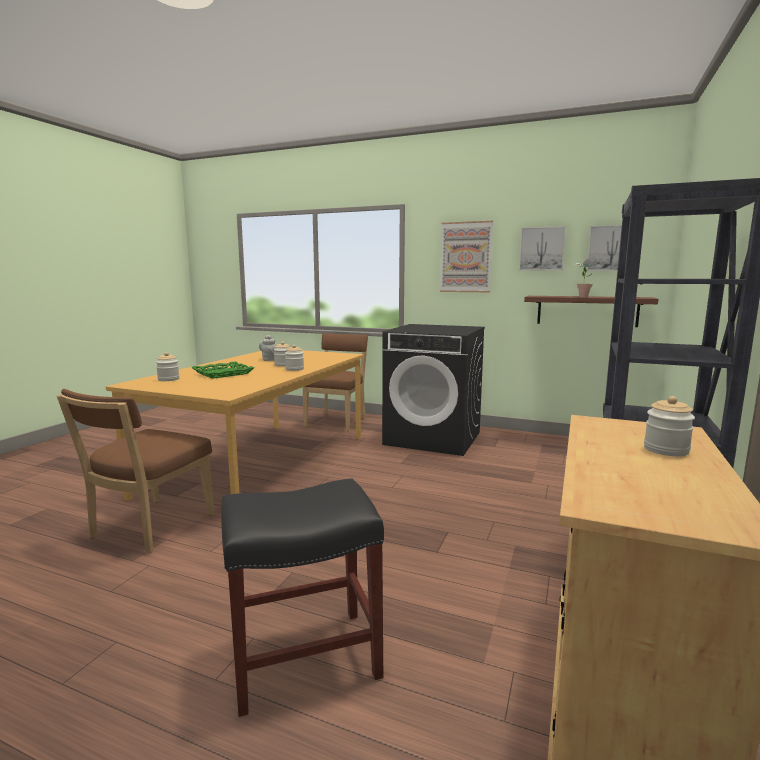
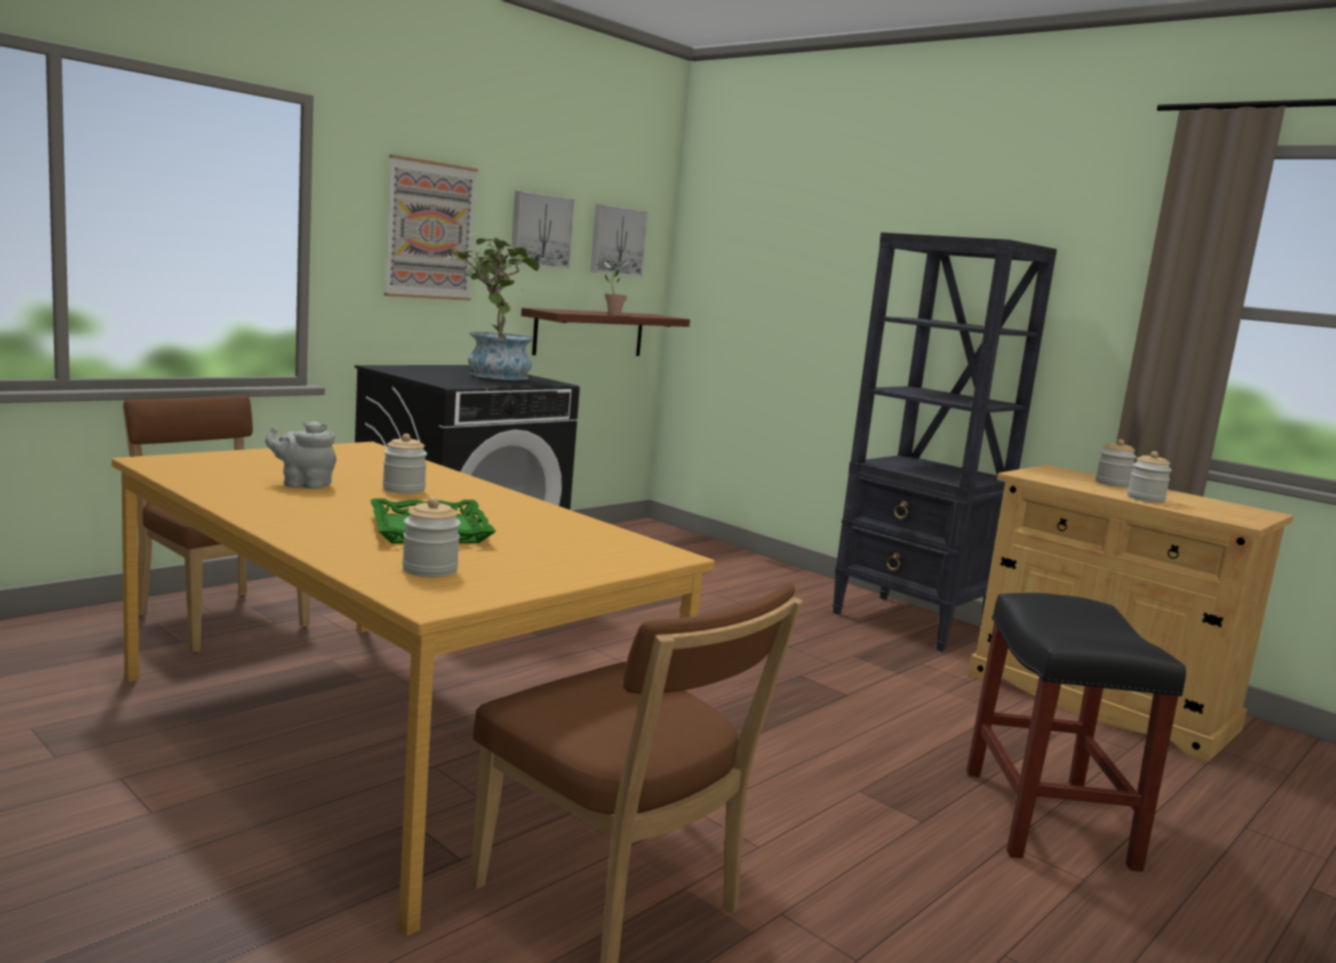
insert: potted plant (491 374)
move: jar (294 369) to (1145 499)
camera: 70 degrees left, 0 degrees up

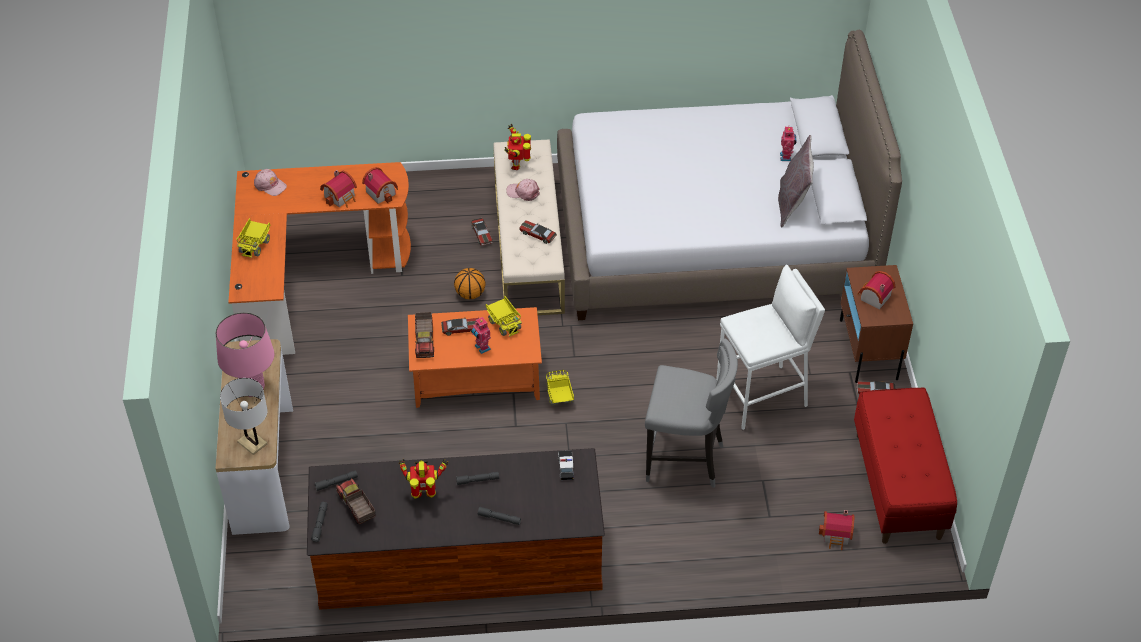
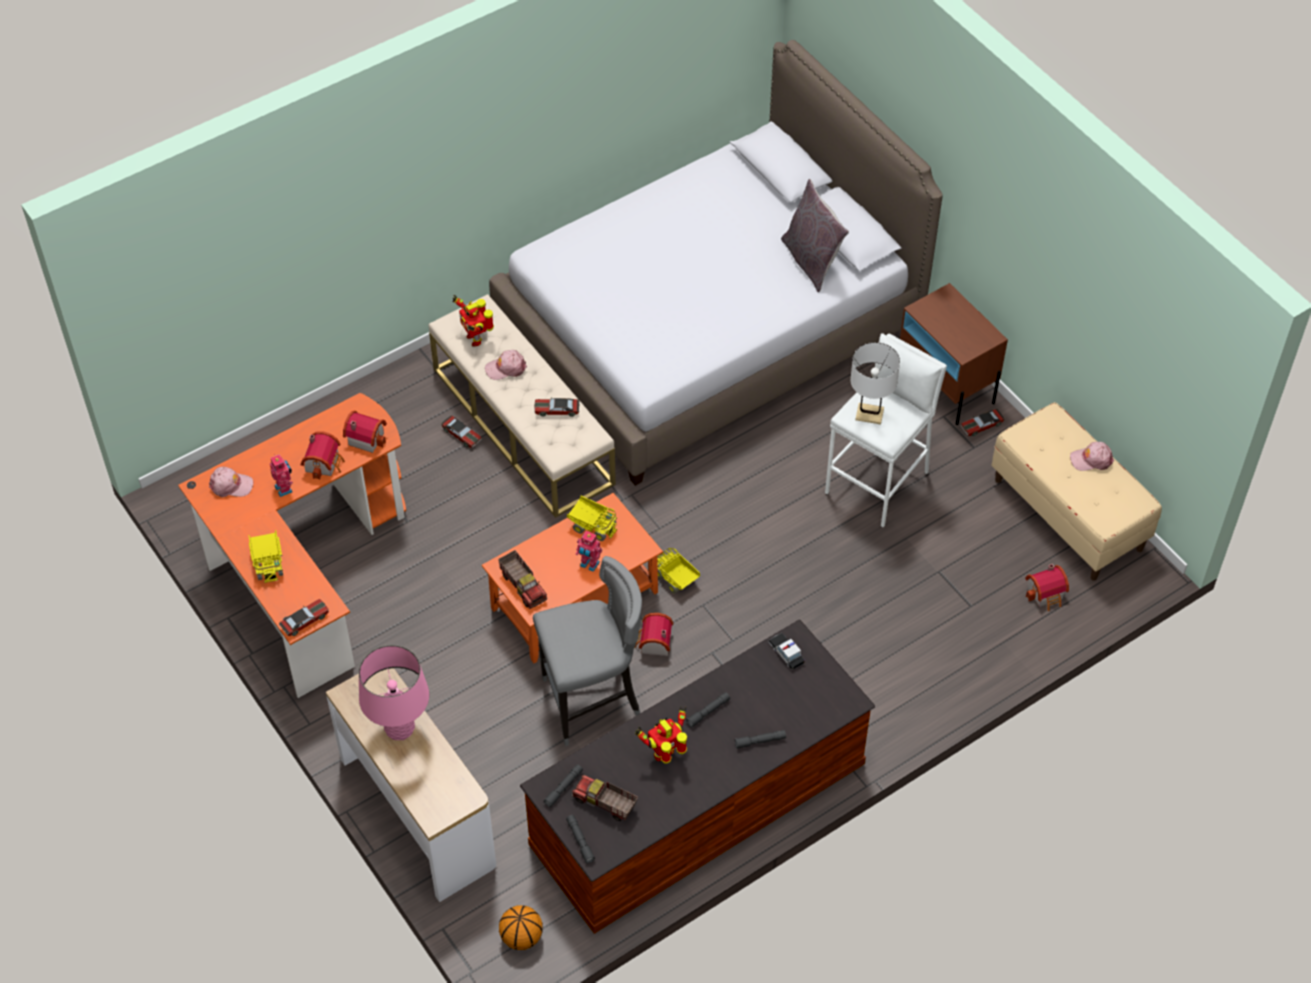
insert: pink peaked cap (1091 459)
move: white-coloured table lamp (252 443) to (869 414); miniature car (461 328) to (305 620); ball for basketball (470 294) to (522 937); greyish sitting stool (685 461) to (592 702); toy robot (786 157) to (285 488); model house (873 297) to (653 644)
recolor: reddish indoor bench (898 485) to beige indoor bench (1068 514)
camera: 30 degrees left, 5 degrees up

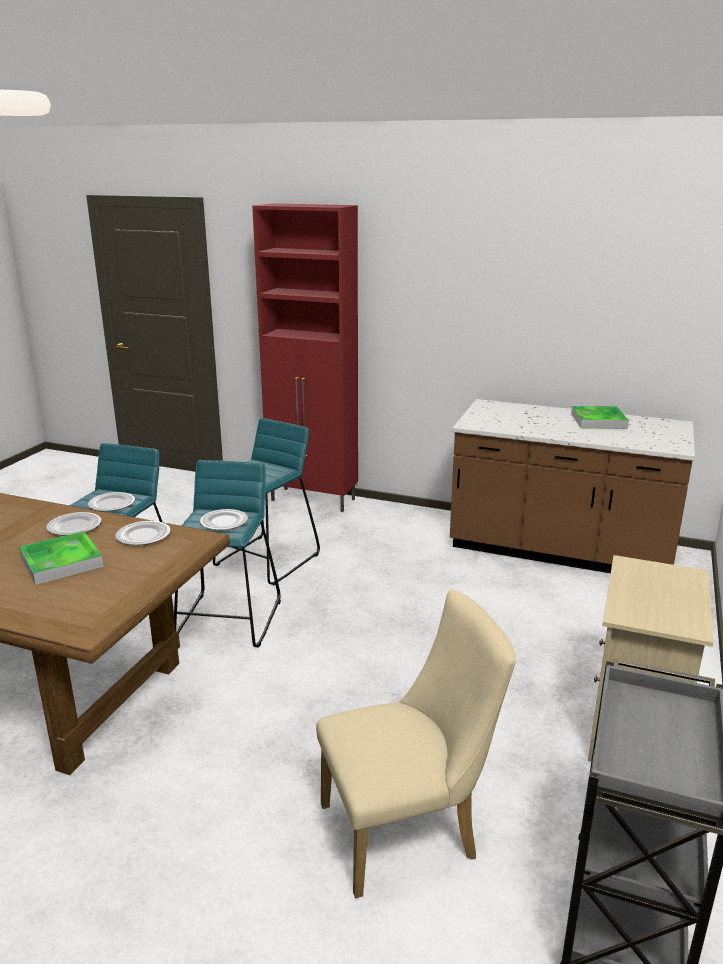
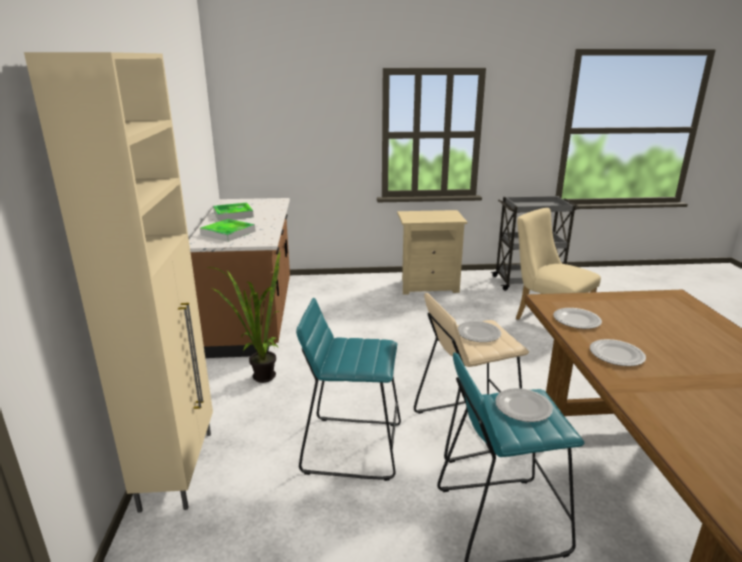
insert: potted plant (258 376)
move: tray (62 562) to (228 233)
recolor: blue-green sitting stool (229 620) to beige sitting stool (466 427); reddish cabinet (314 500) to beige cabinet (179 468)
camera: 115 degrees left, 0 degrees up

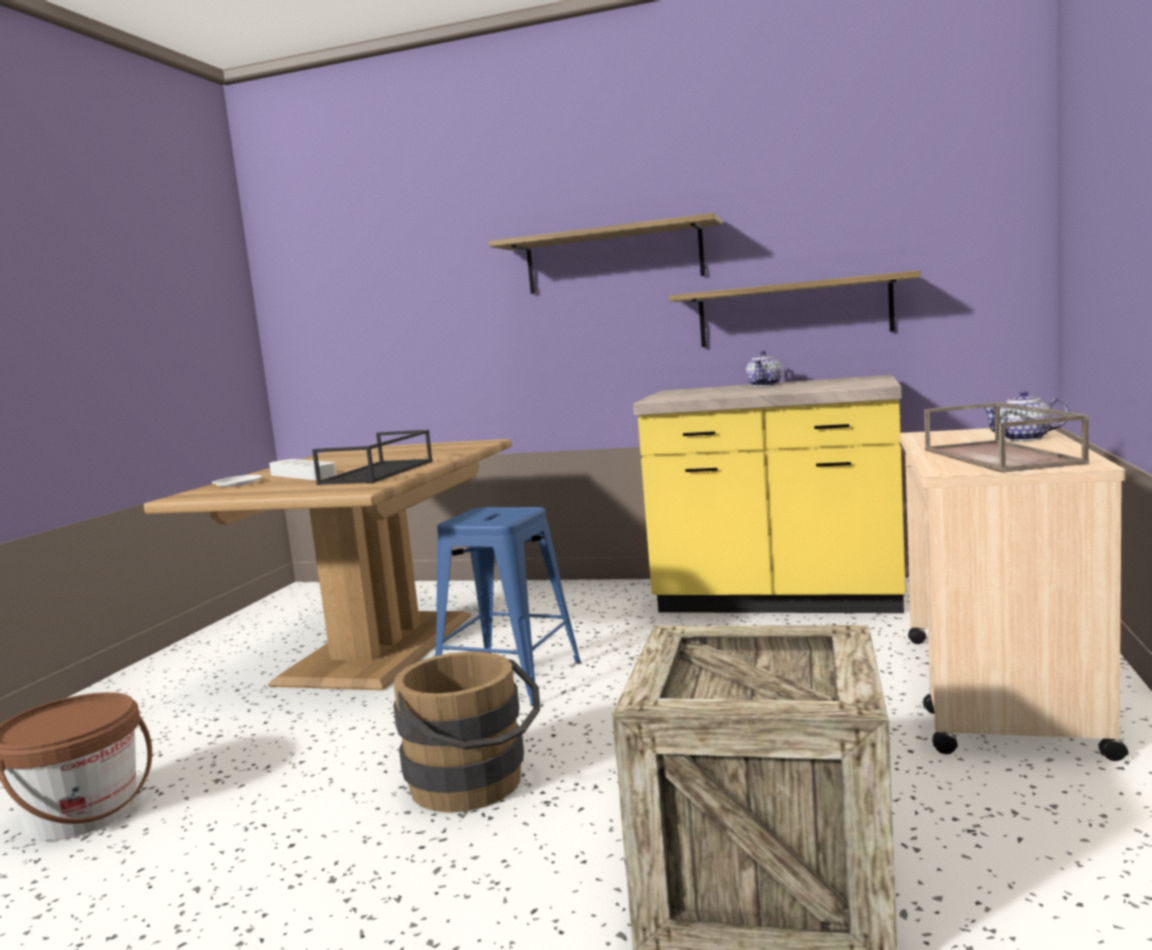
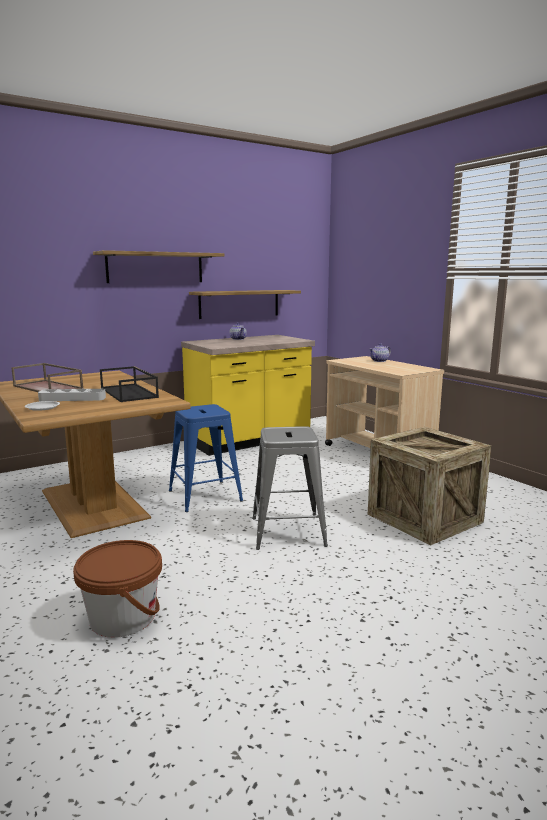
move: brown tray (1002 456) to (49 387)
replace: brown bucket (474 786) to greyish sitting stool (287 531)
camera: 50 degrees left, 5 degrees up

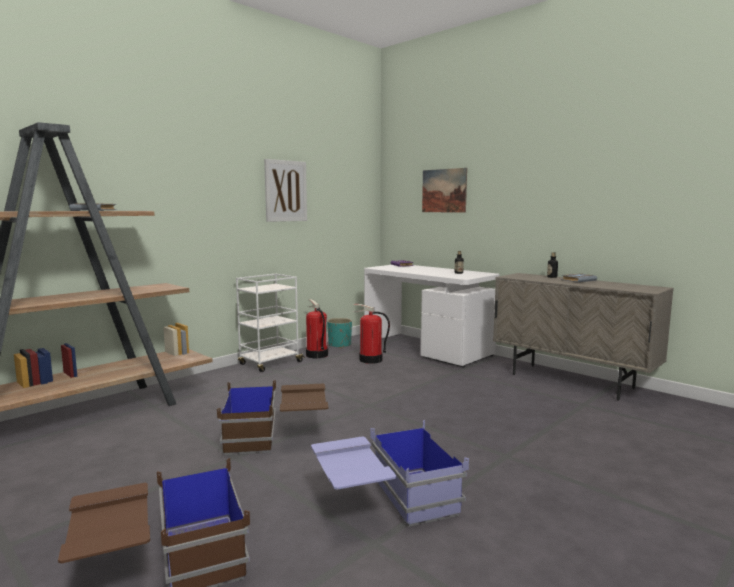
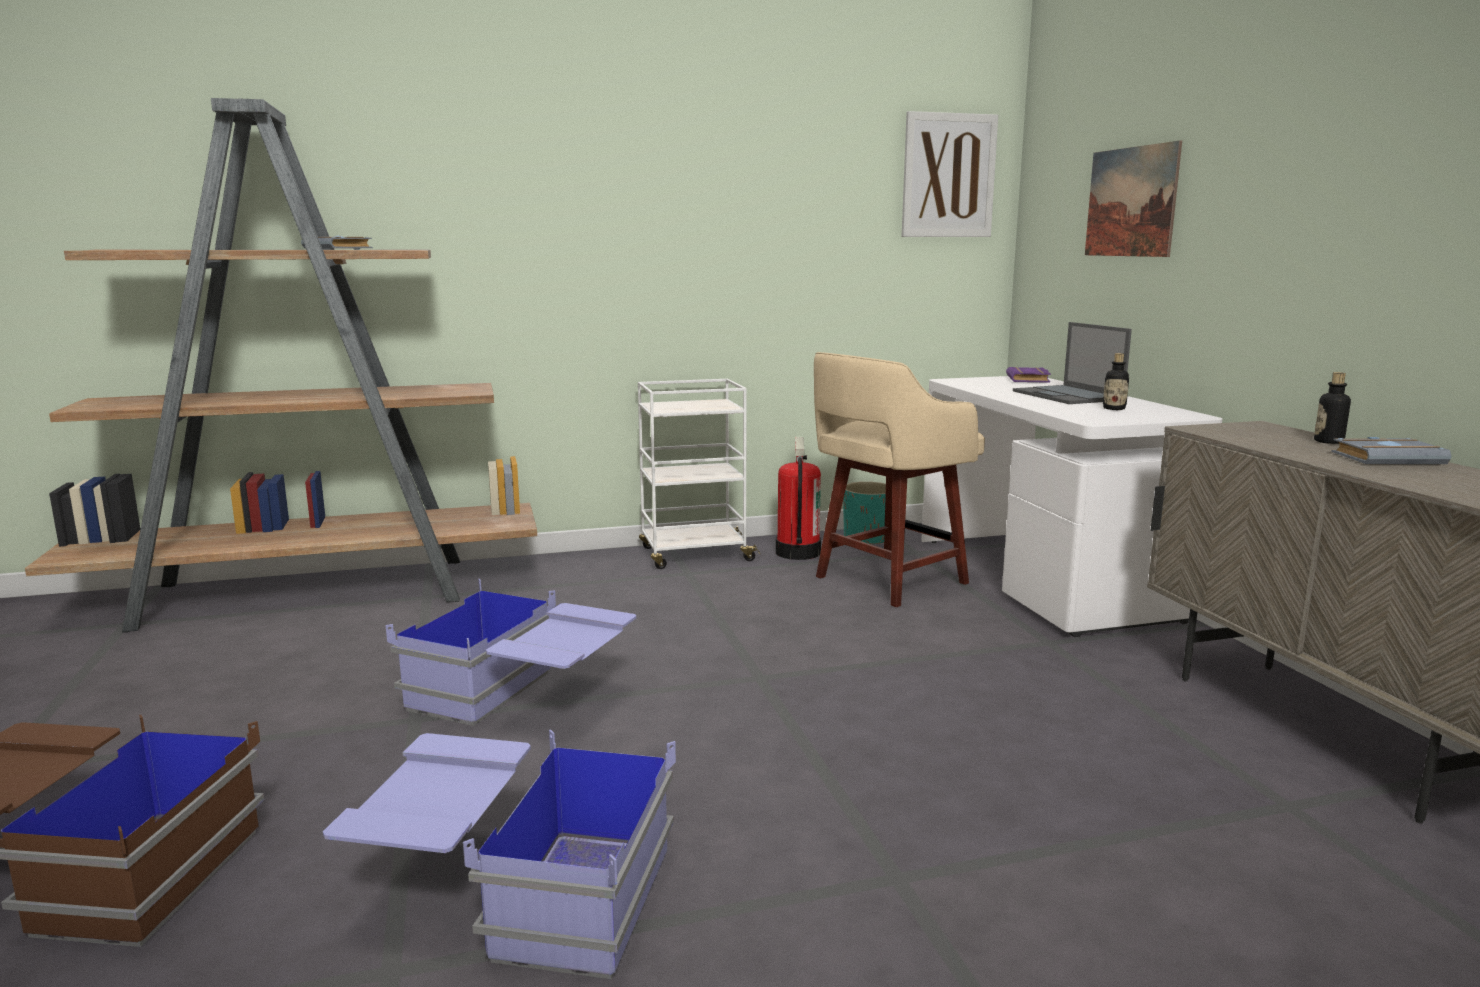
insert: portable computer (1068 396)
move: wall picture (285 191) to (948 176)
replace: fire extinguisher (370 360) to beige sitting stool (887 581)
recolor: brown storage container (276 437) to bluish storage container (521 699)
camera: 30 degrees right, 5 degrees up

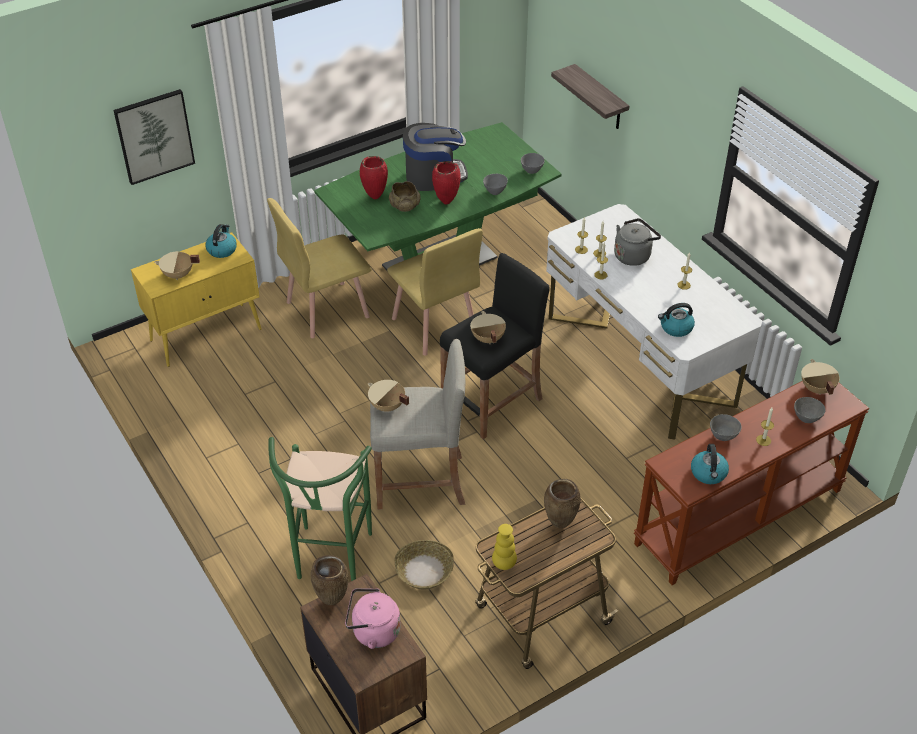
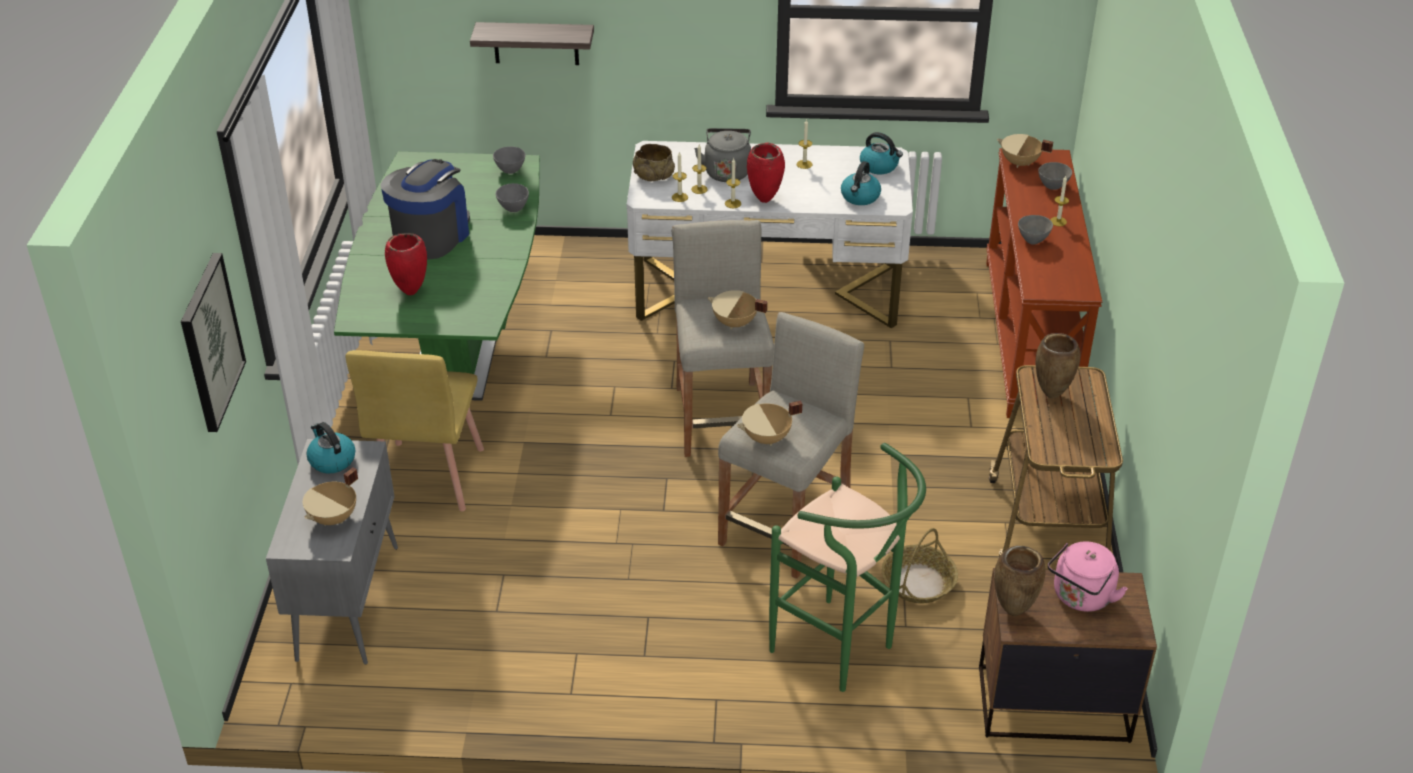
delete: yellow chair (434 326); yellow decorative vase (504 564)
move: beige deep dish (404 206) to (654 176); reddish decorative vase (446 202) to (765 200); water kettle (708 473) to (879 166)
recolor: yellow cabinet (207 334) to greyish cabinet (348 601); blackish sitting stool (492 402) to beige sitting stool (721 418)
camera: 55 degrees left, 5 degrees down

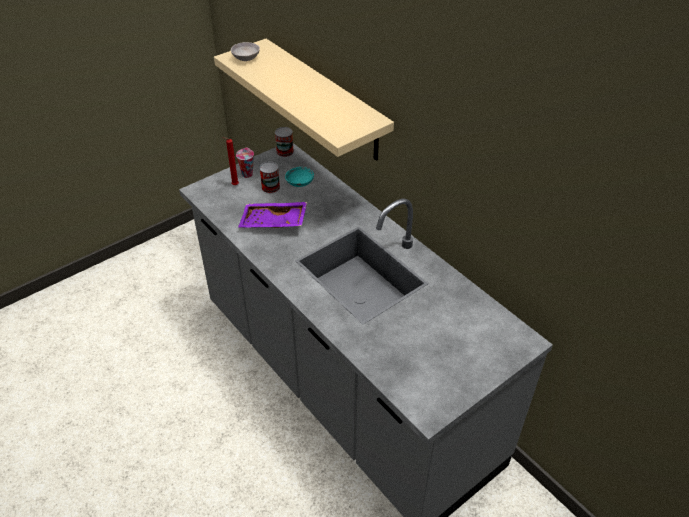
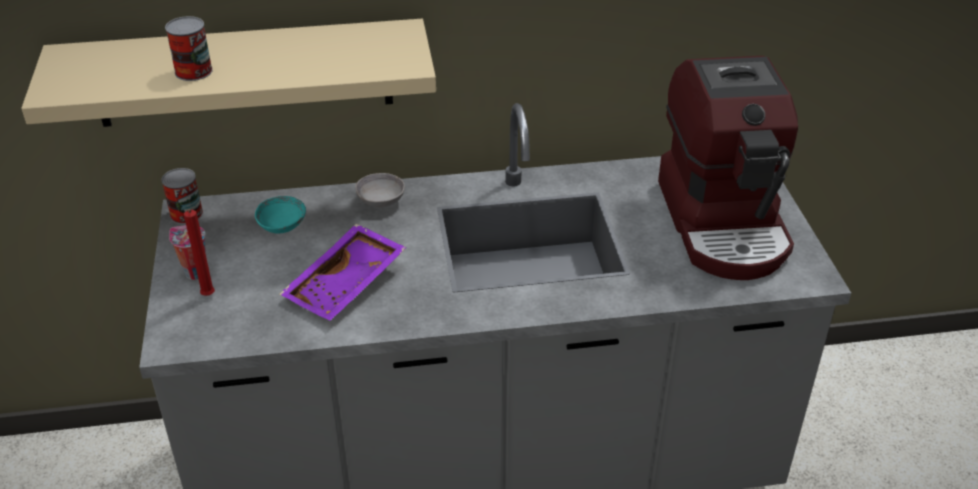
insert: coffee machine (724 222)
move: greyish deep dish (246 58) to (381 201); metal can (270 187) to (193 71)
camera: 60 degrees left, 5 degrees down

